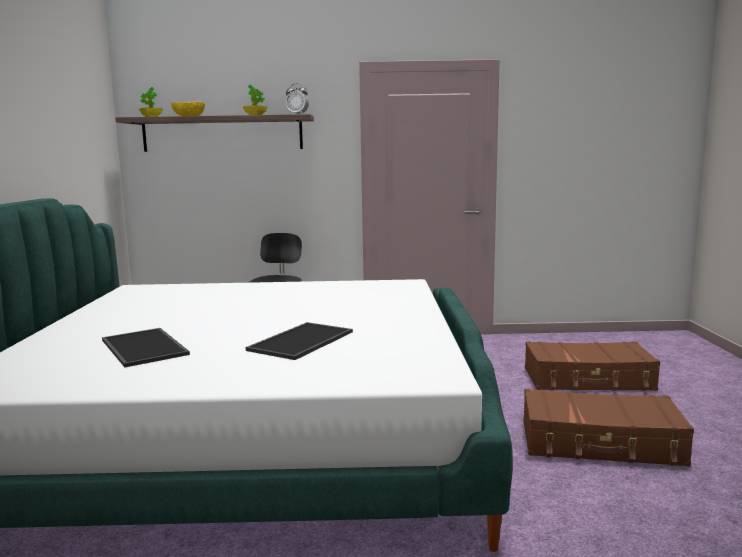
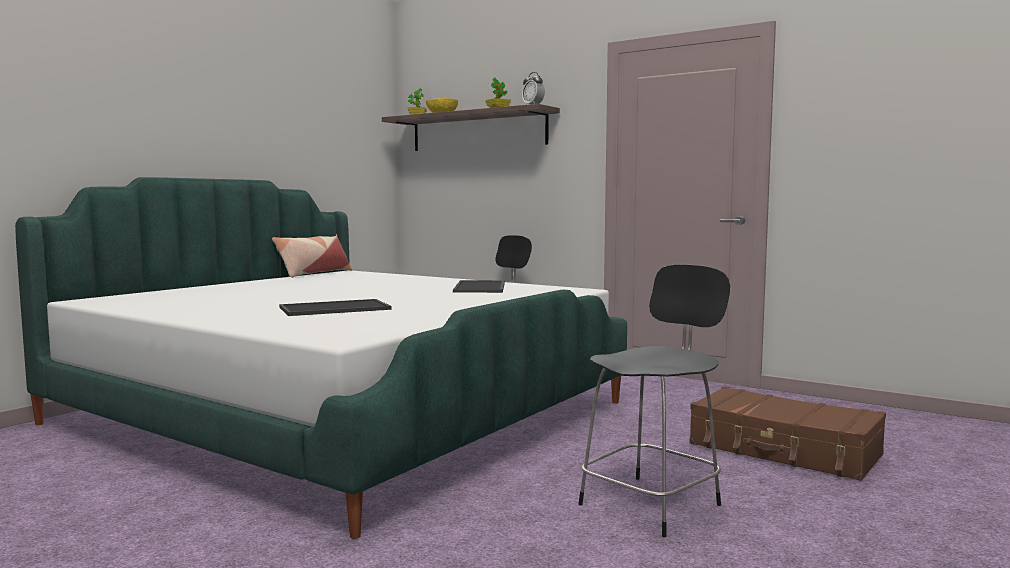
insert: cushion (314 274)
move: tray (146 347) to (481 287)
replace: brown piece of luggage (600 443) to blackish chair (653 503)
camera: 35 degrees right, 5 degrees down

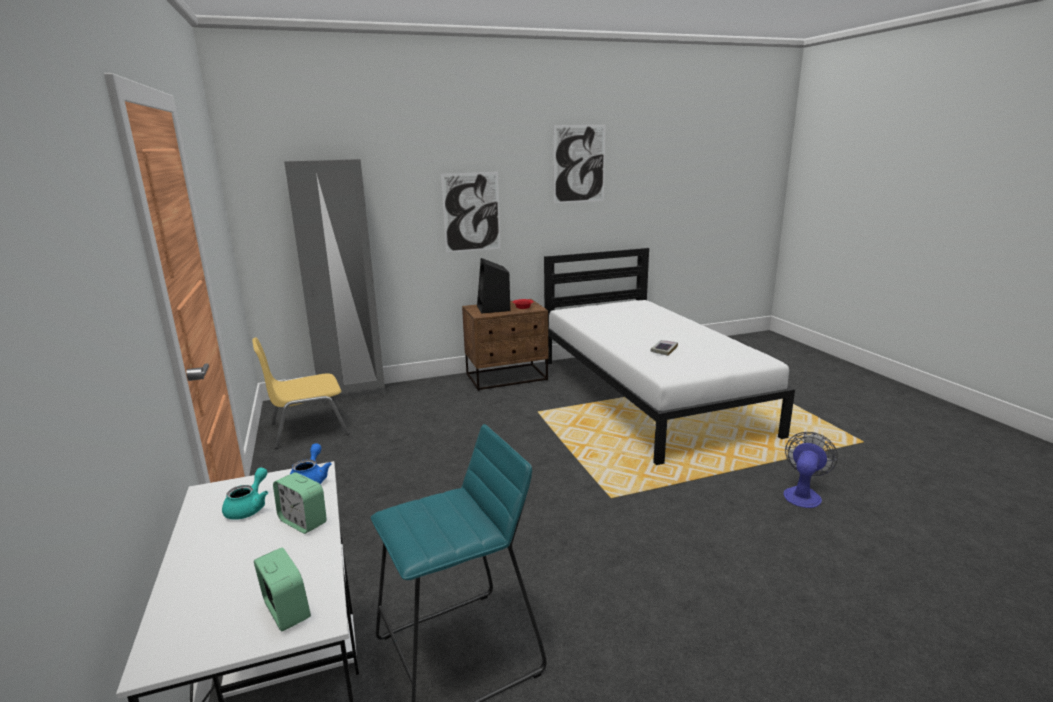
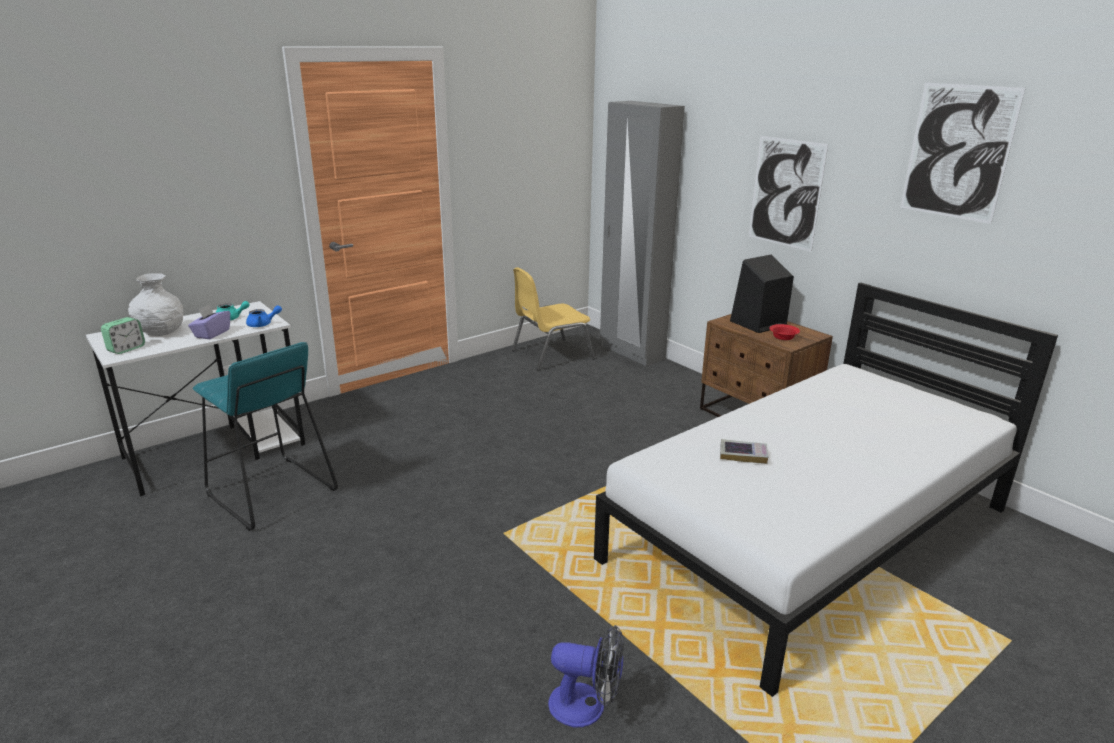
insert: white-coloured decorative vase (162 332)
replace: table clock (303 522) to purple tissue holder (212 333)
rotate: yellow chair (307 429) = (550 355) 75 degrees counterclockwise
camera: 70 degrees right, 5 degrees up

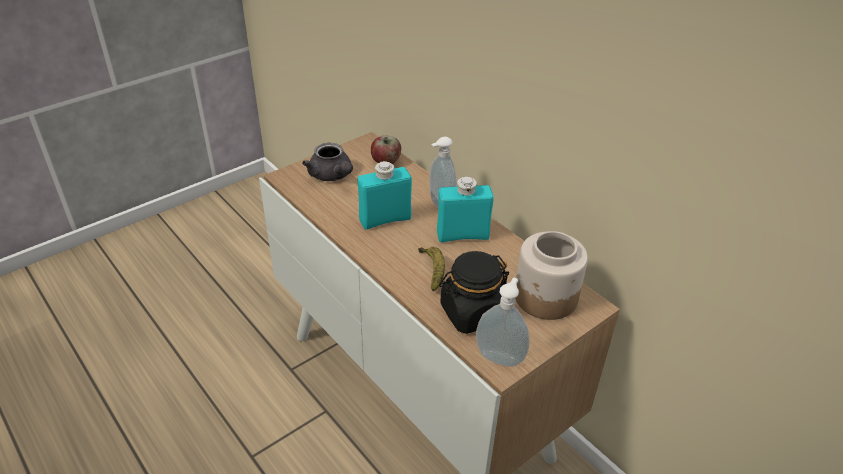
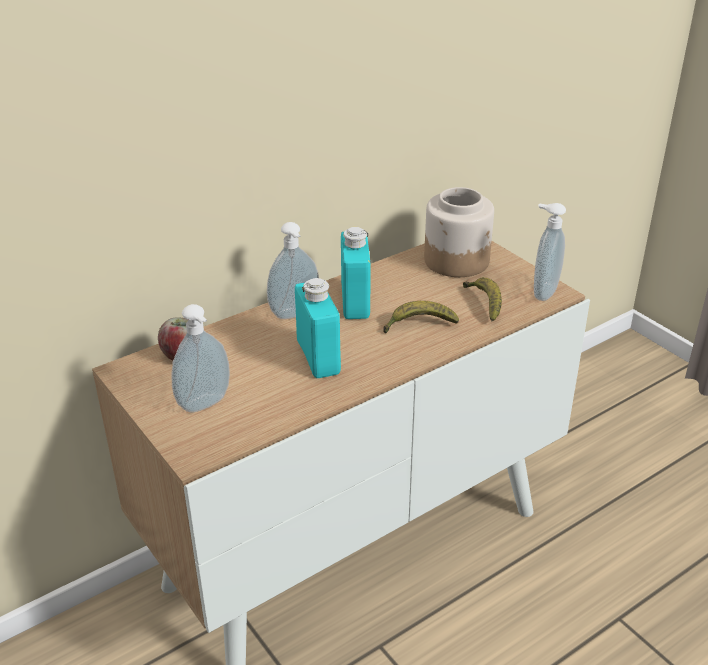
replace: greyish pot for tea (332 176) to soap bottle (206 405); blackish jar (472 313) to banana fruit (484 304)
camera: 85 degrees left, 5 degrees down

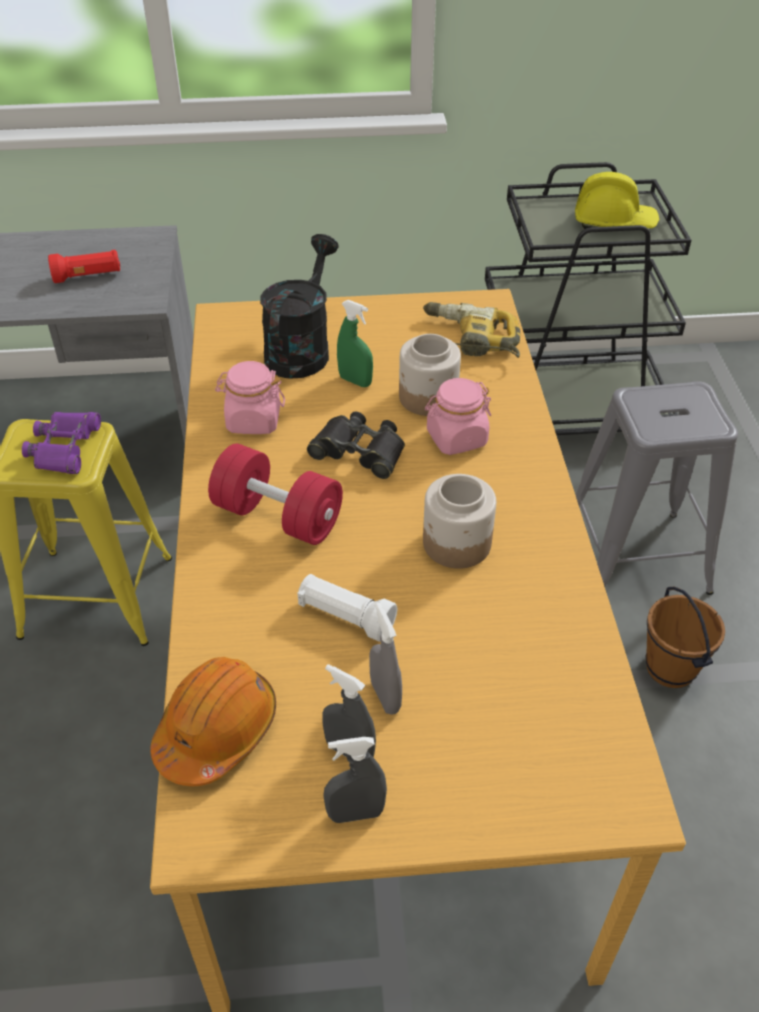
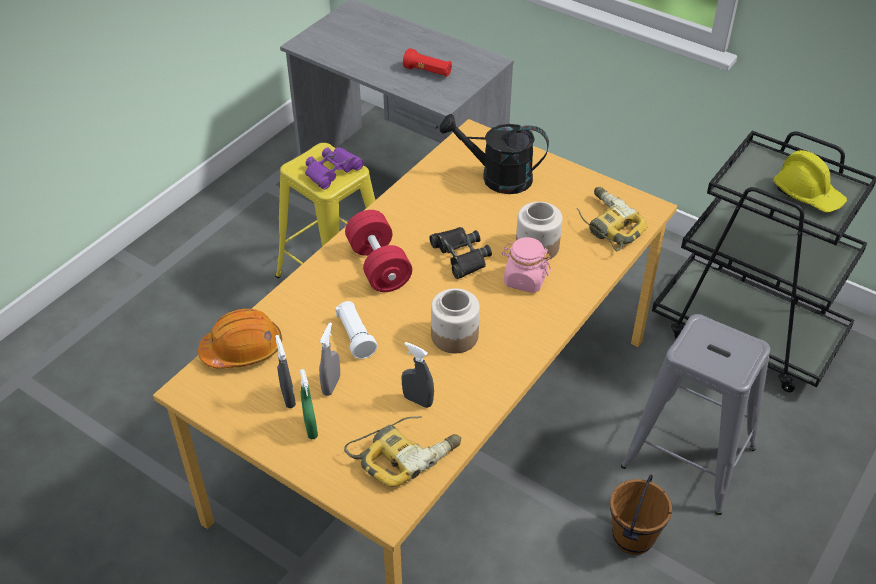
delete: pink jar (253 420)
insert: electric drill (405 453)
move: greyish spray bottle (355 813) to (418 400); green-coloured spray bottle (355 381) to (311 428)
rotate: blackish watering can (301 348) = (497 177) 135 degrees counterclockwise
camera: 40 degrees right, 0 degrees up

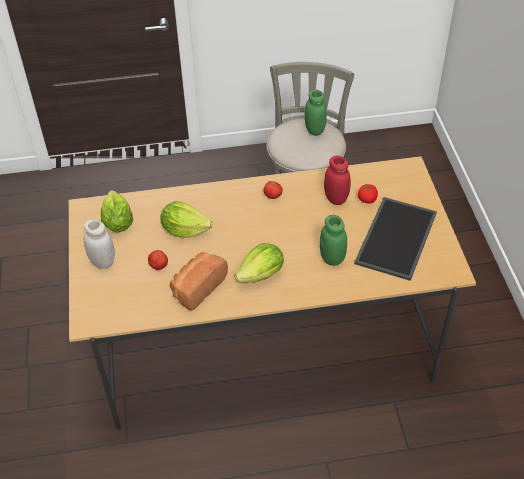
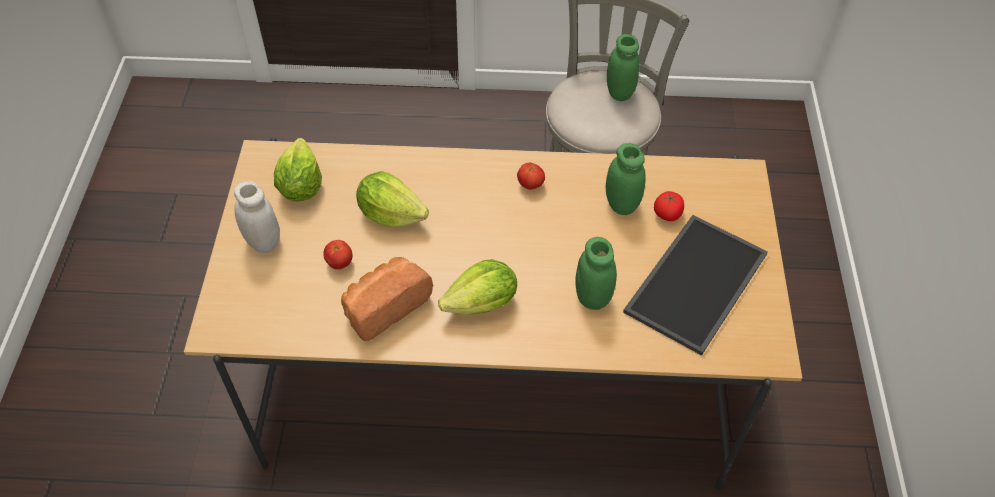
recolor: reddish jar (336 198) to green-coloured jar (621 204)
camera: 10 degrees right, 5 degrees up

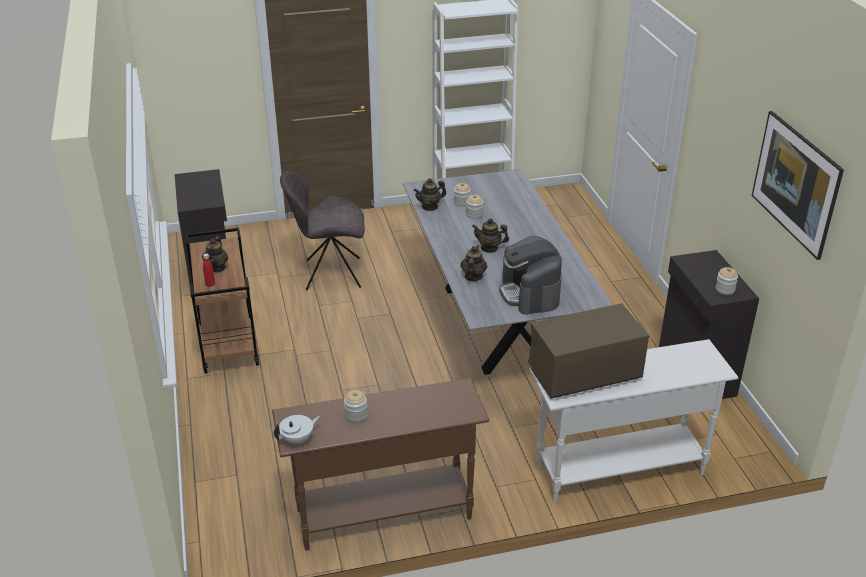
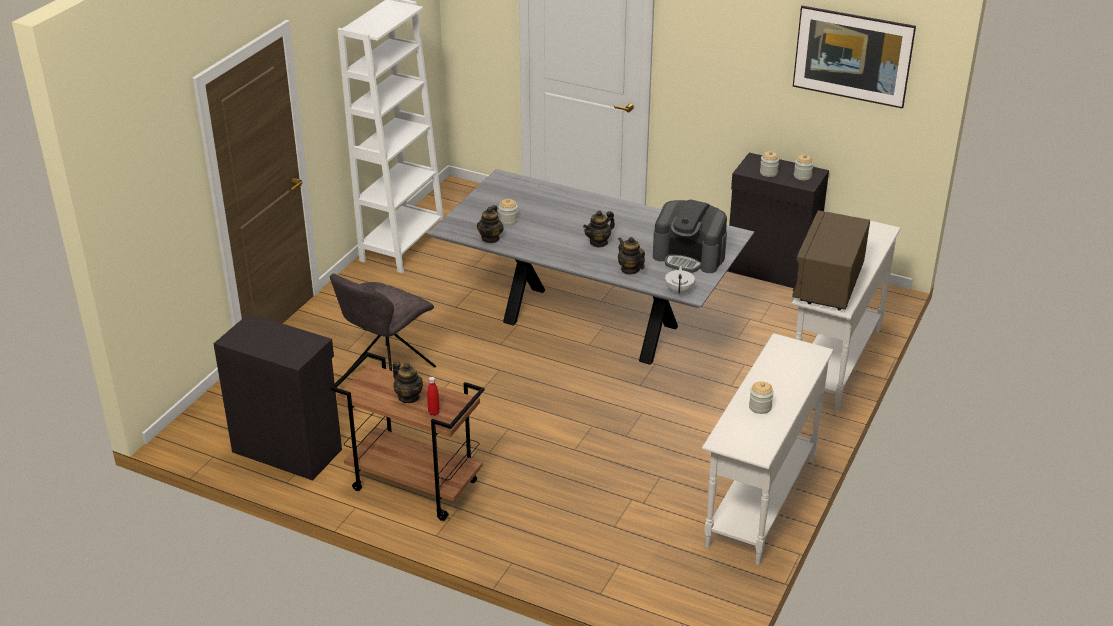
move: white-coloured pot for tea (298 439) to (679 290); jar (474 215) to (768 173)
recolor: brown console table (383 514) to white-coloured console table (760 502)
camera: 50 degrees left, 0 degrees up

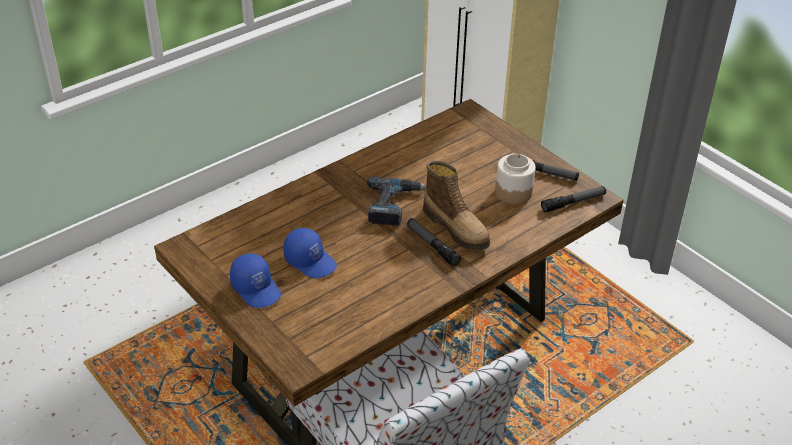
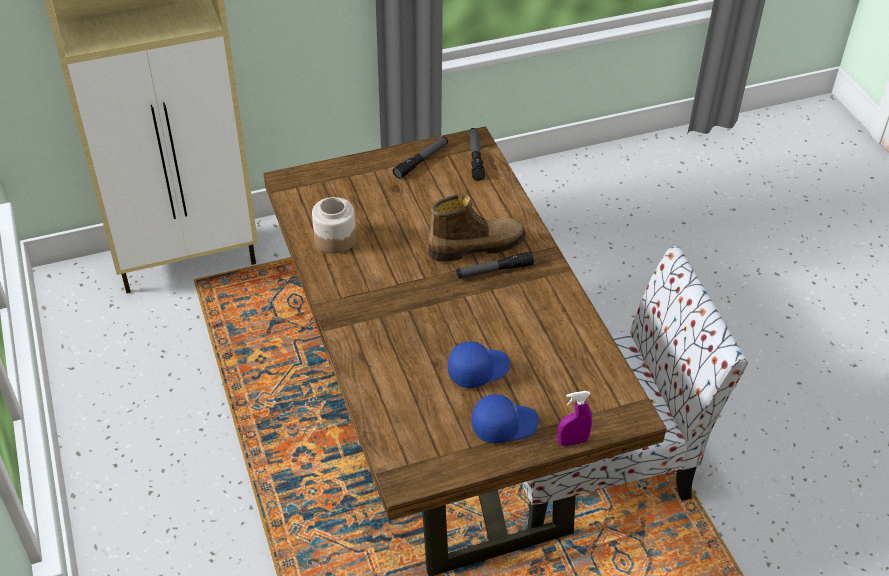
delete: electric drill (393 205)
insert: purple spray bottle (572 441)
move: jar (513 192) to (334 239)
camera: 70 degrees left, 5 degrees up

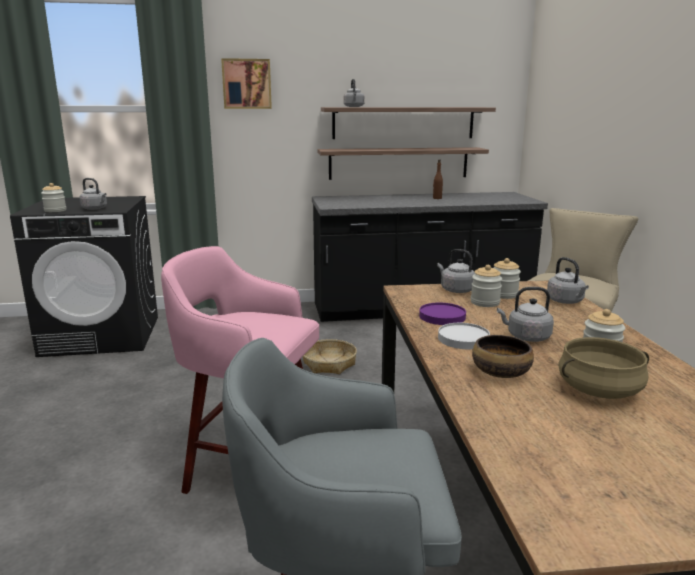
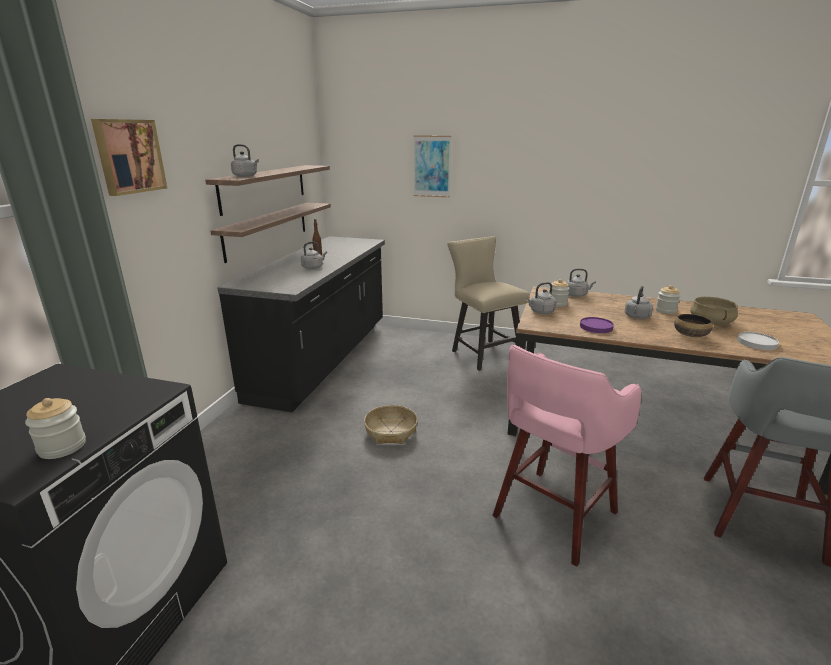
delete: jar (485 302)
insert: wall picture (432 166)
move: greyish water kettle (95 209) to (313 267); white-coloured flat dish (463 339) to (756 343)
camera: 65 degrees left, 5 degrees up

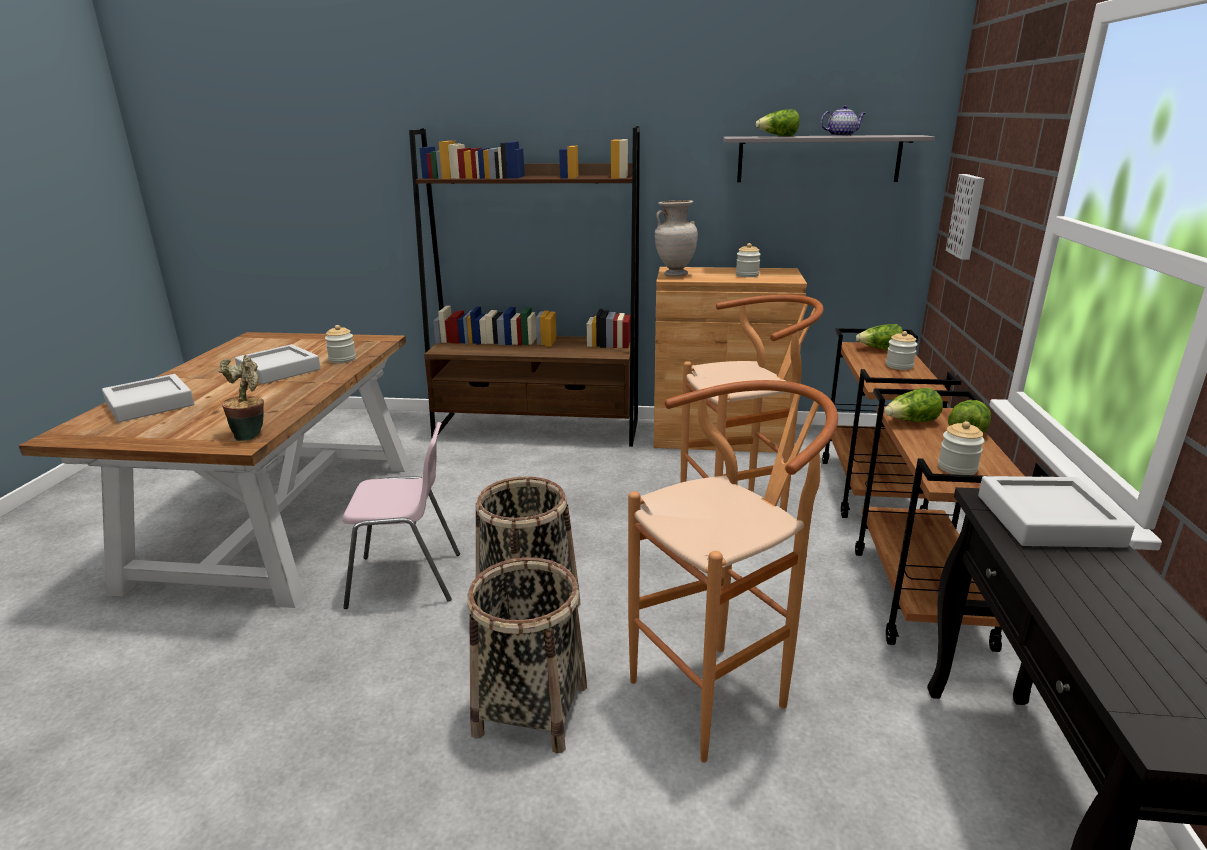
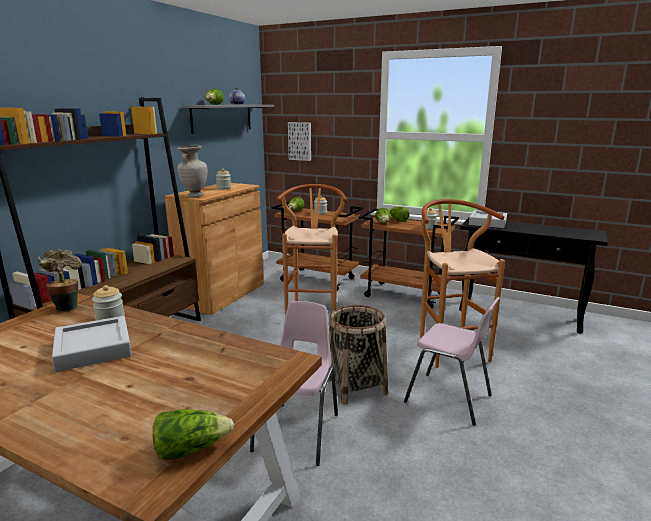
delete: greyish tray (150 404)
insert: lettuce (191 449)
move: potted plant (252 434) to (67 307)
replace: household basket (530 709) to pink chair (449 399)
camera: 70 degrees left, 5 degrees down

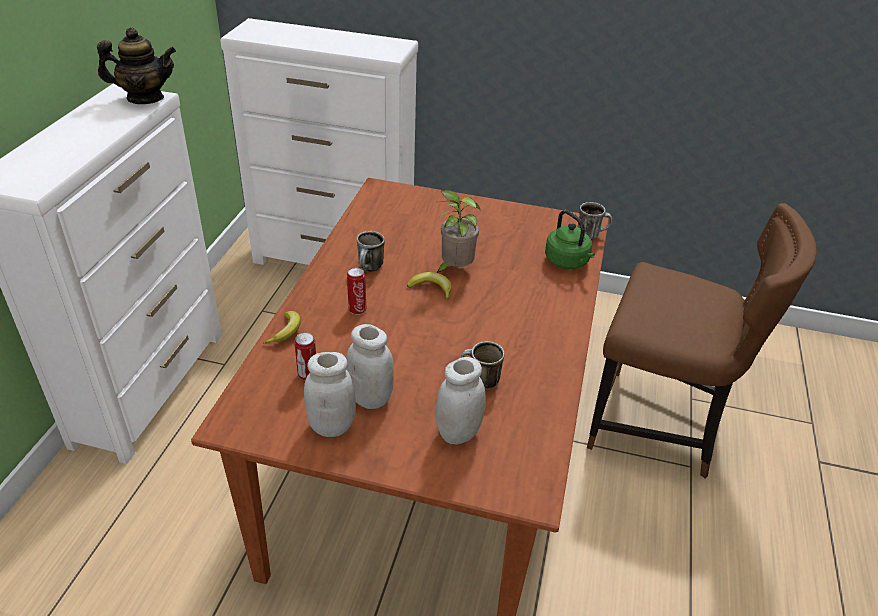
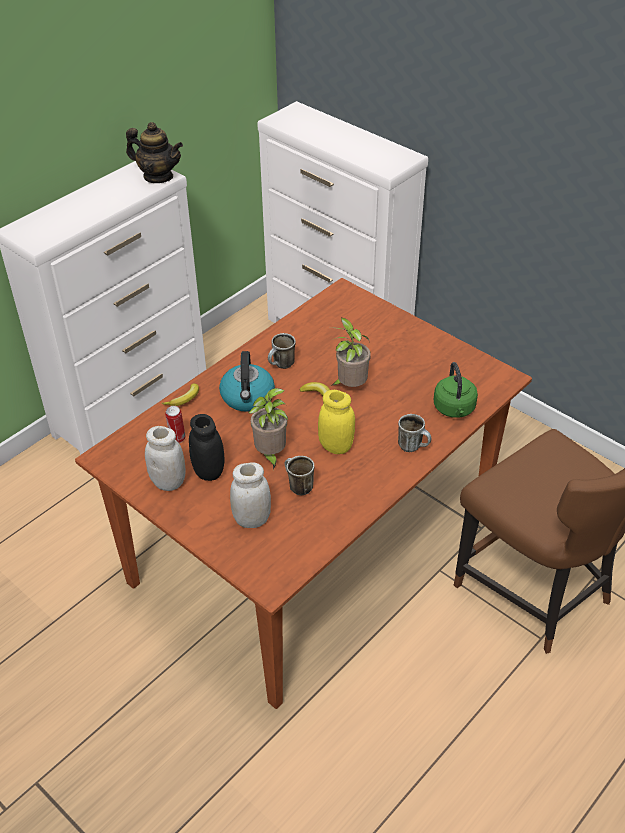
insert: potted plant (270 455); yellow jar (336 446)
move: mug (591 235) to (413 446)
replace: metal can (357 309) to water kettle (248 397)
recolor: white-coloured jar (370 398) to blackish jar (209 471)
camera: 30 degrees right, 5 degrees up

